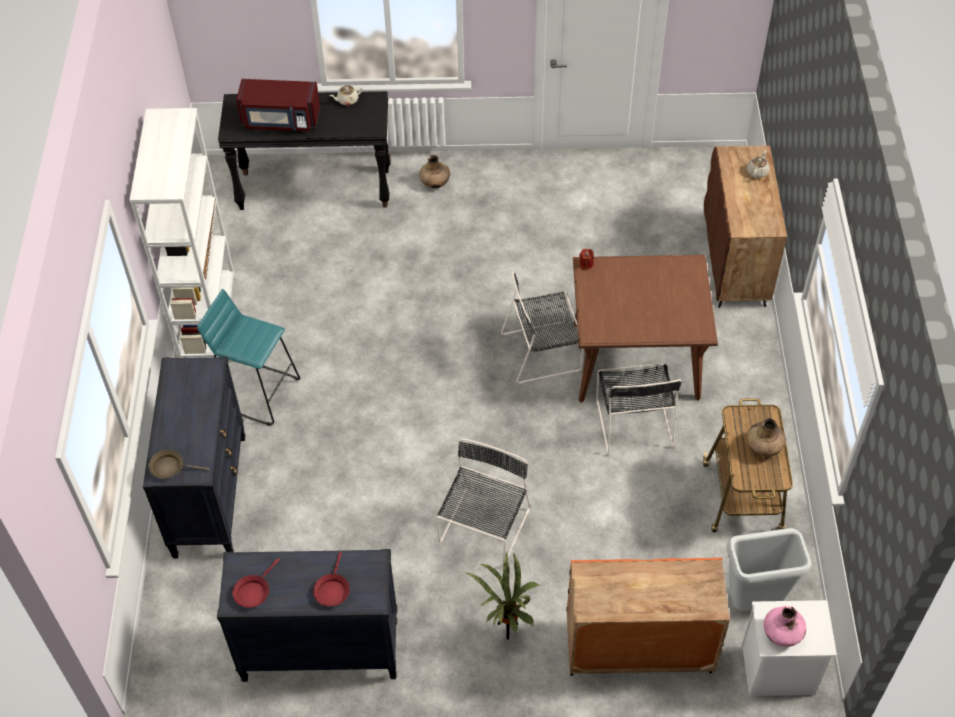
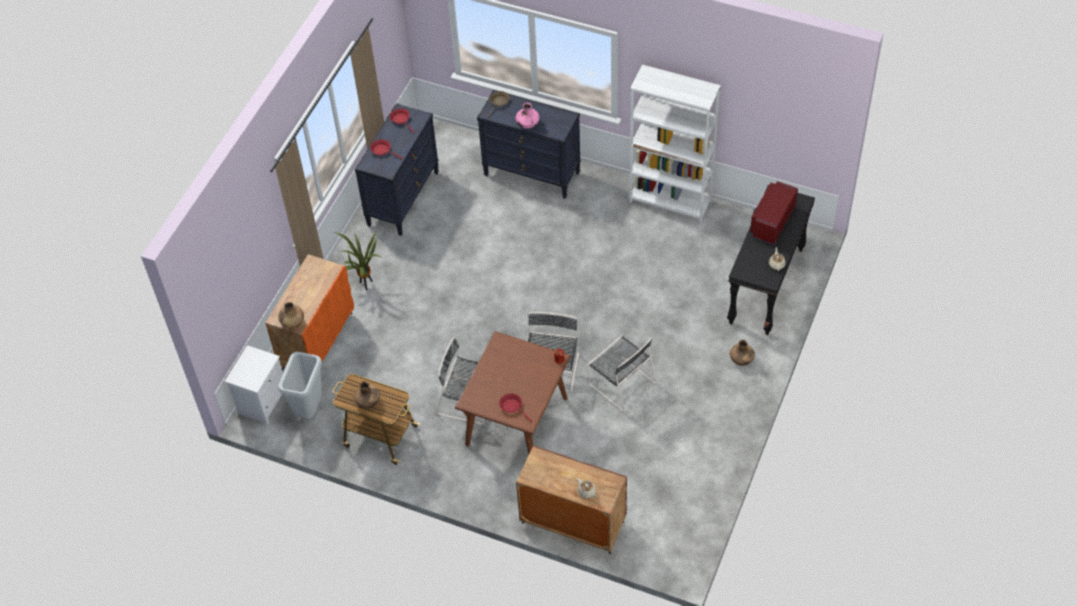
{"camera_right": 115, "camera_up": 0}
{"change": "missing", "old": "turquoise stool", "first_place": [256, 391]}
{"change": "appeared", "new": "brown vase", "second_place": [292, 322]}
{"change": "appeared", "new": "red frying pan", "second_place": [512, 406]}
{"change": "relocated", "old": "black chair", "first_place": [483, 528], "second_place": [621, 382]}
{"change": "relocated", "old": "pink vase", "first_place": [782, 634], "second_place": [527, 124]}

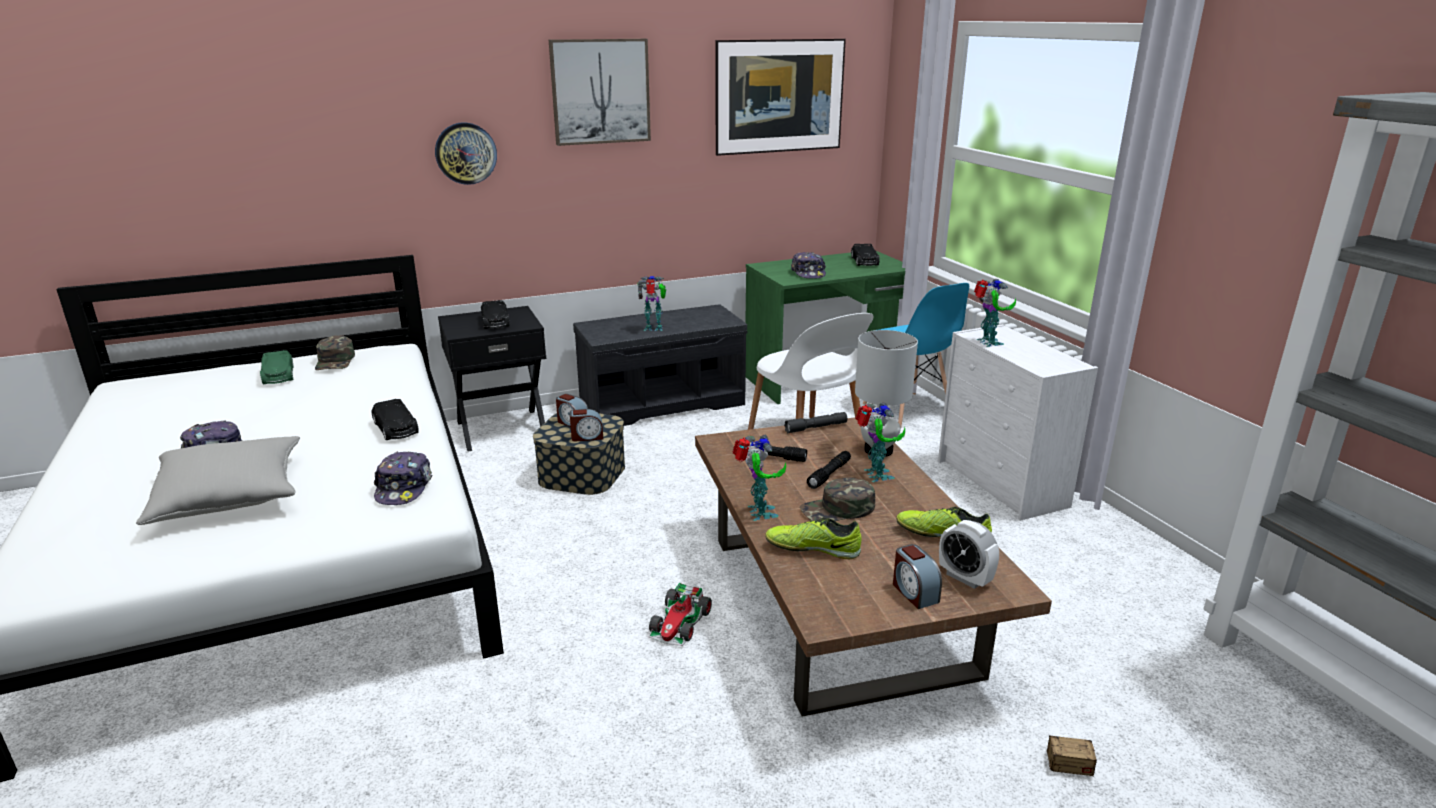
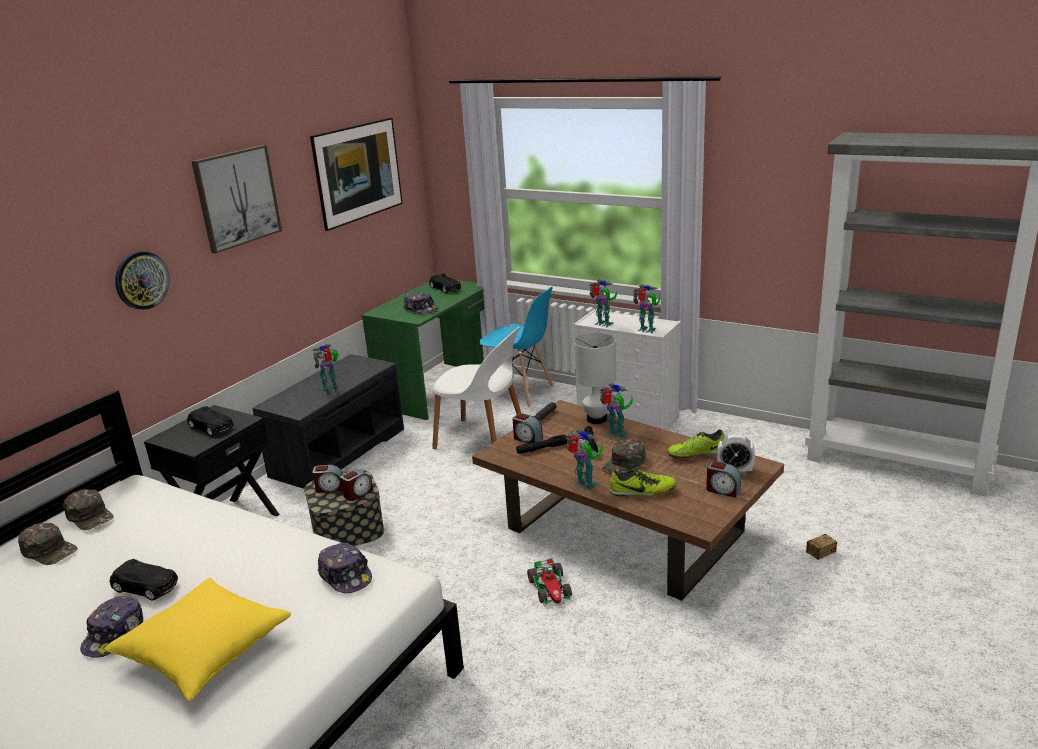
{"camera_right": -35, "camera_up": 0}
{"change": "appeared", "new": "alarm clock", "second_place": [527, 439]}
{"change": "appeared", "new": "toy robot", "second_place": [647, 330]}
{"change": "relocated", "old": "black toy car", "first_place": [396, 428], "second_place": [146, 587]}
{"change": "exchanged", "old": "green toy car", "new": "green cap", "first_place": [278, 375], "second_place": [49, 550]}
{"change": "colour", "old": "grey pillow", "new": "yellow pillow", "first_place": [230, 496], "second_place": [204, 650]}
{"change": "spun", "old": "shoe", "first_place": [812, 548], "second_place": [643, 491], "degrees": -150}

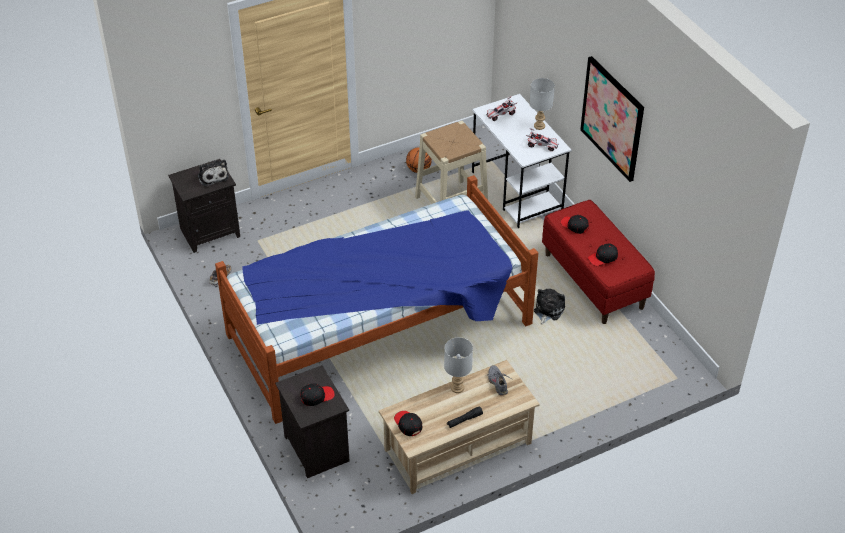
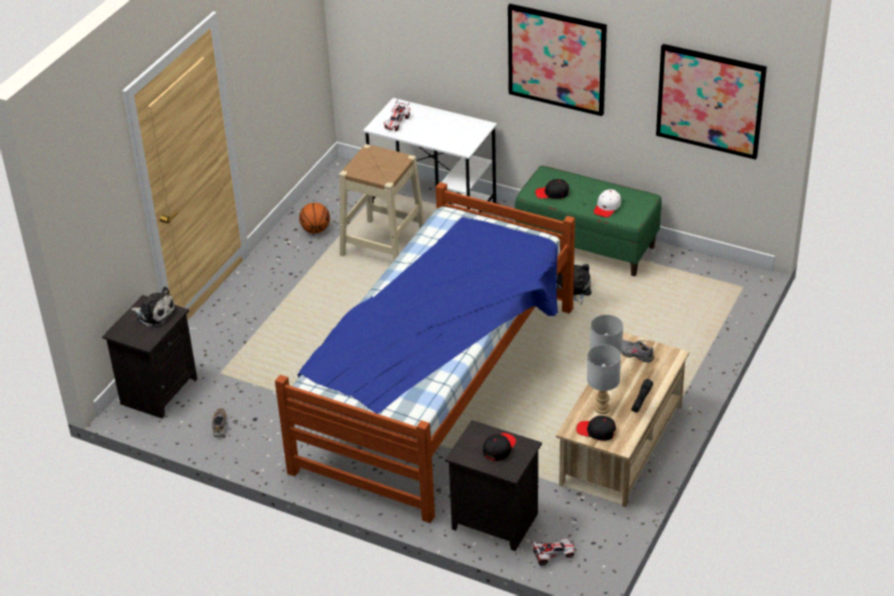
{"camera_right": -35, "camera_up": -5}
{"change": "appeared", "new": "picture", "second_place": [710, 100]}
{"change": "relocated", "old": "toy car", "first_place": [542, 145], "second_place": [553, 555]}
{"change": "relocated", "old": "grey table lamp", "first_place": [539, 126], "second_place": [602, 408]}
{"change": "colour", "old": "red bench", "new": "green bench", "first_place": [594, 281], "second_place": [587, 245]}
{"change": "colour", "old": "black cap", "new": "white cap", "first_place": [603, 258], "second_place": [607, 207]}

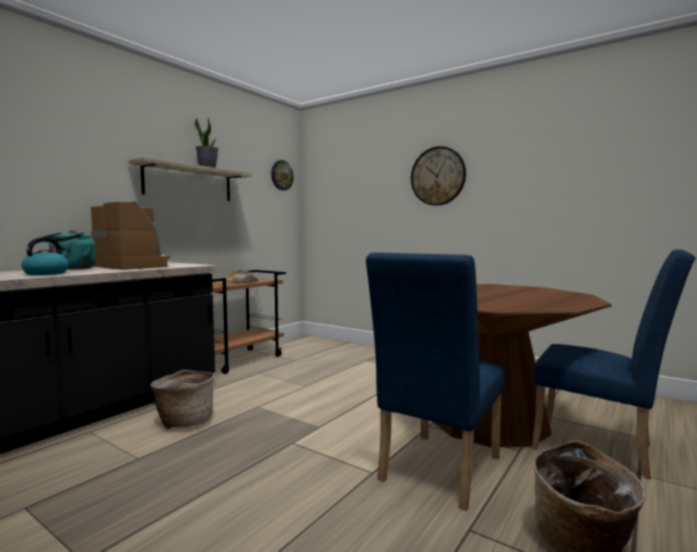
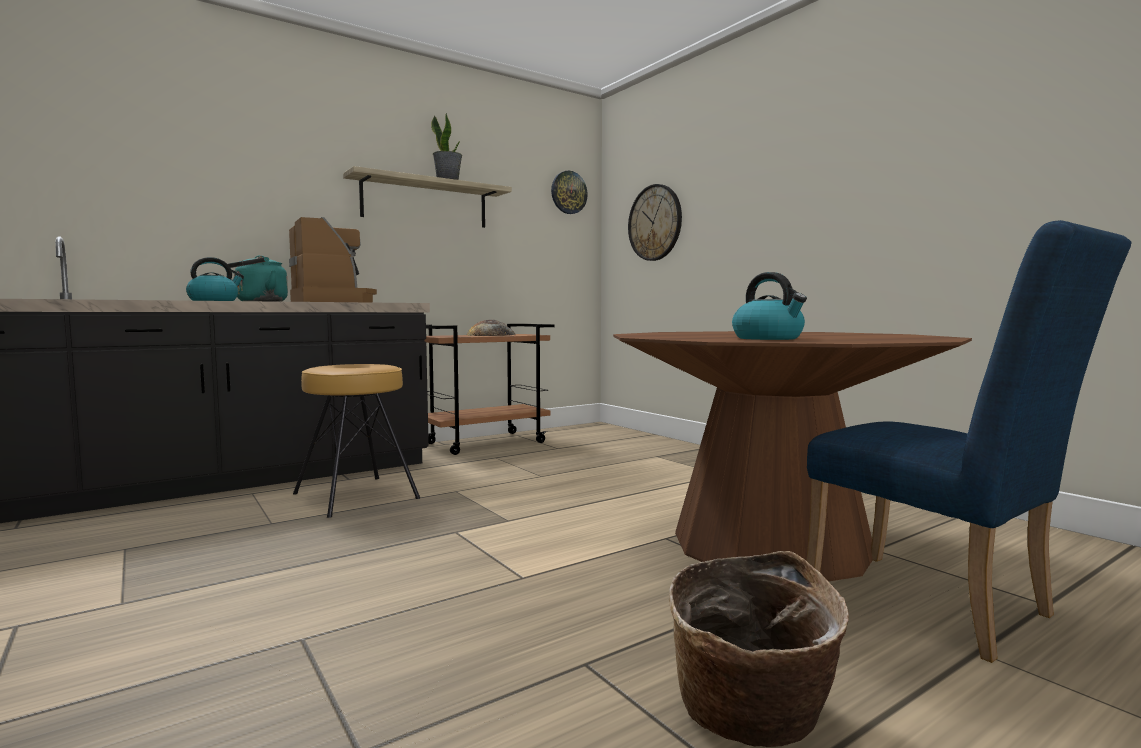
{"camera_right": 20, "camera_up": 0}
{"change": "missing", "old": "blue chair", "first_place": [435, 472]}
{"change": "appeared", "new": "kettle", "second_place": [768, 338]}
{"change": "relocated", "old": "wall clock", "first_place": [438, 176], "second_place": [655, 223]}
{"change": "exchanged", "old": "basket", "new": "brown stool", "first_place": [184, 421], "second_place": [356, 495]}

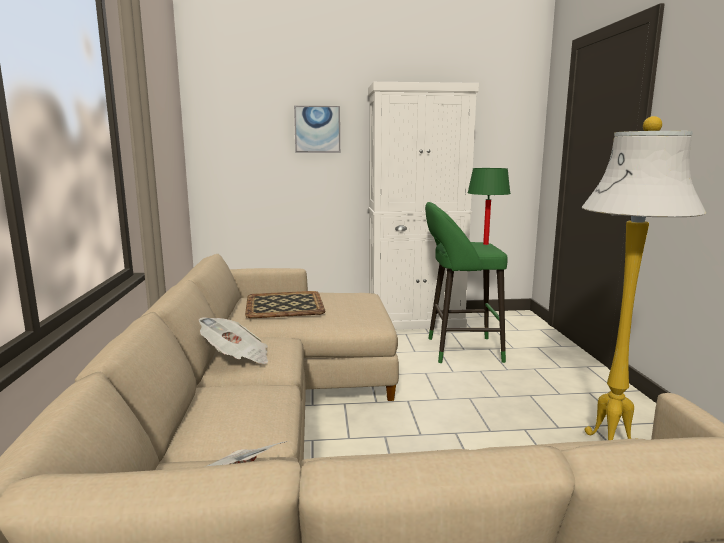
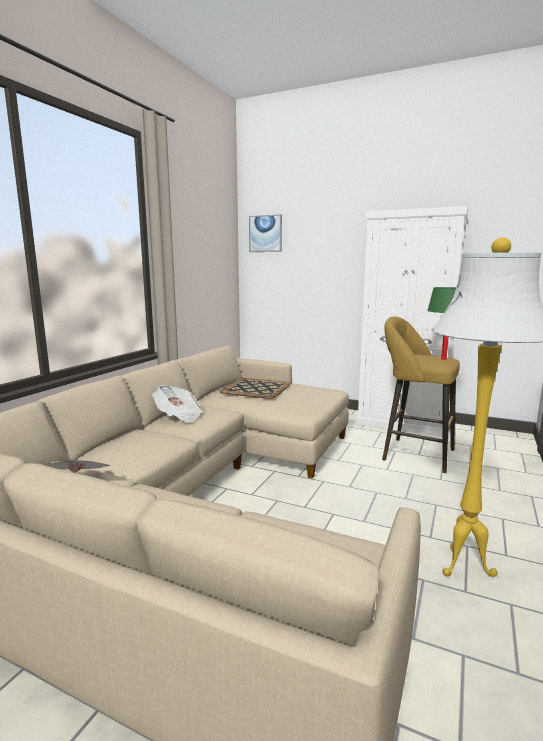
{"camera_right": 30, "camera_up": 0}
{"change": "relocated", "old": "picture", "first_place": [317, 129], "second_place": [265, 233]}
{"change": "colour", "old": "green stool", "new": "yellow stool", "first_place": [459, 350], "second_place": [413, 453]}

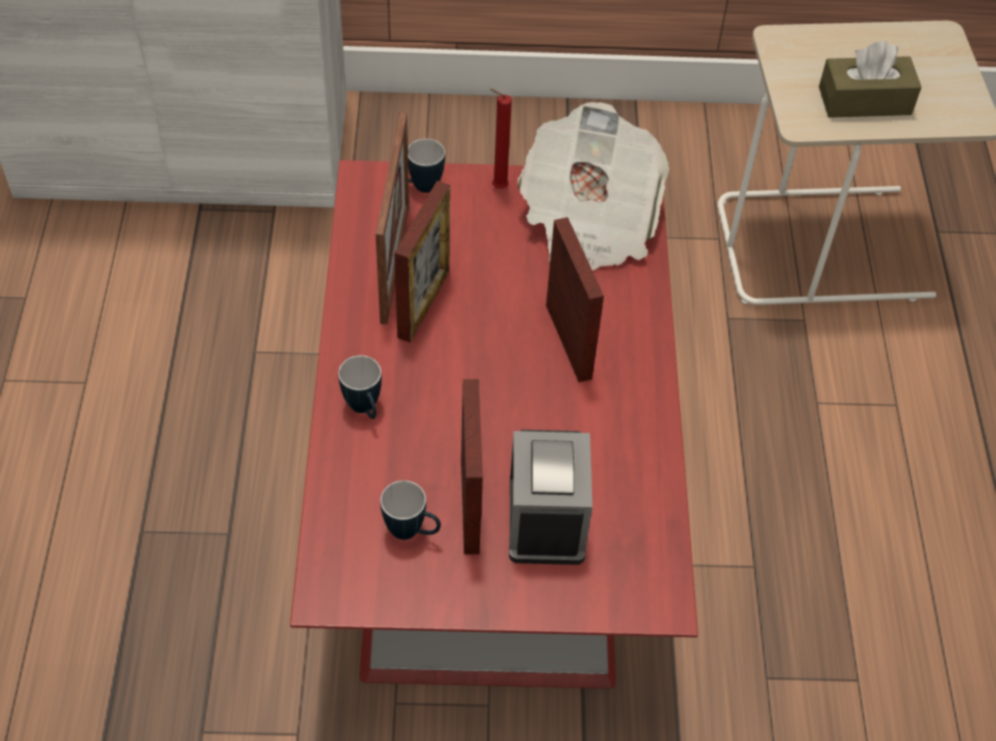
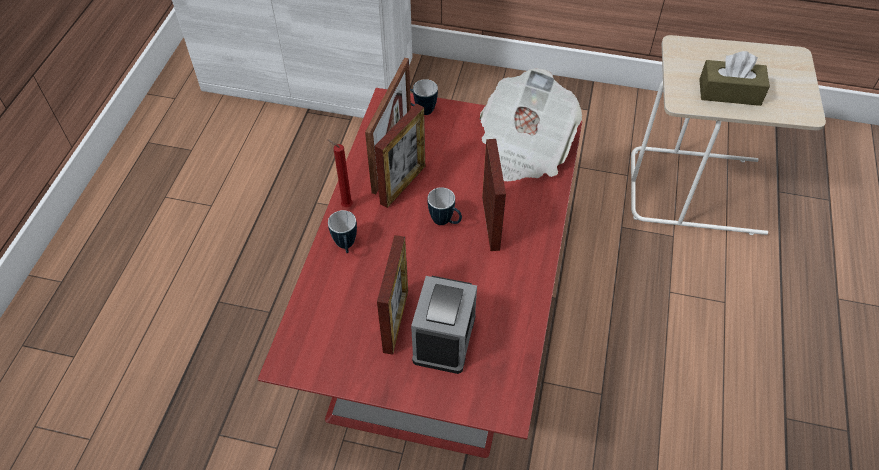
{"camera_right": 15, "camera_up": 0}
{"change": "relocated", "old": "mug", "first_place": [412, 532], "second_place": [445, 222]}
{"change": "relocated", "old": "red candle", "first_place": [497, 187], "second_place": [345, 205]}

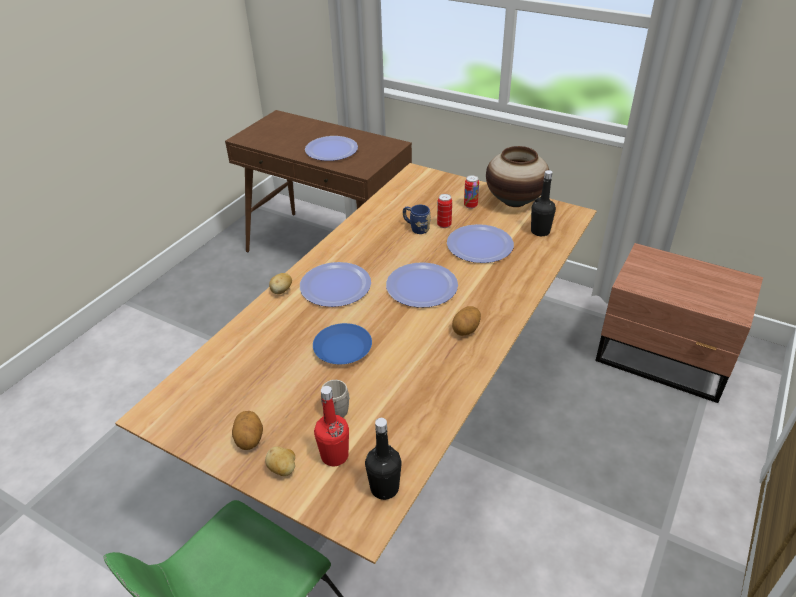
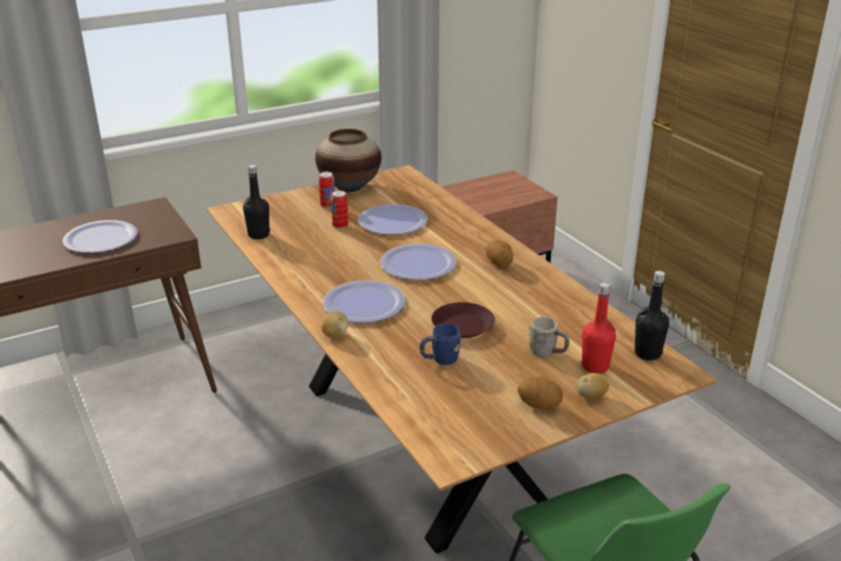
{"camera_right": -60, "camera_up": -10}
{"change": "relocated", "old": "blue mug", "first_place": [416, 228], "second_place": [440, 360]}
{"change": "relocated", "old": "black bottle", "first_place": [540, 231], "second_place": [258, 235]}
{"change": "colour", "old": "blue plate", "new": "brown plate", "first_place": [342, 349], "second_place": [462, 326]}

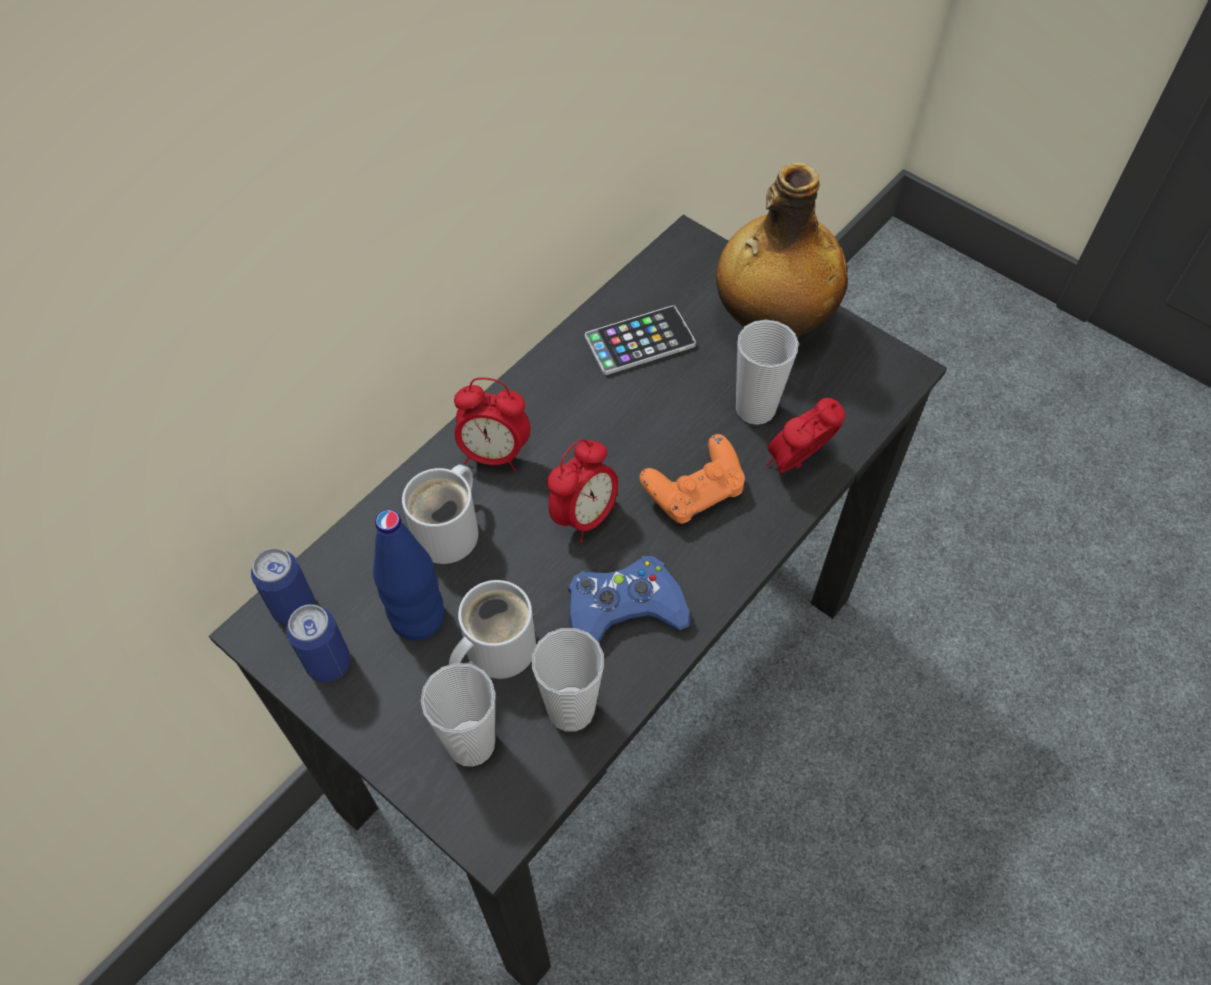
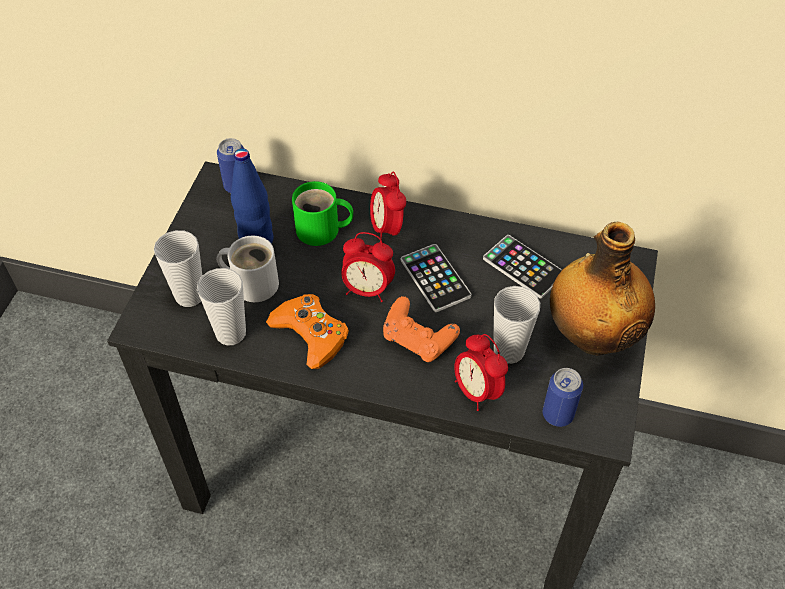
{"camera_right": 65, "camera_up": -5}
{"change": "appeared", "new": "phone", "second_place": [435, 278]}
{"change": "relocated", "old": "can", "first_place": [329, 663], "second_place": [557, 414]}
{"change": "colour", "old": "white mug", "new": "green mug", "first_place": [451, 530], "second_place": [321, 231]}
{"change": "colour", "old": "blue game controller", "new": "orange game controller", "first_place": [624, 609], "second_place": [311, 334]}
{"change": "spun", "old": "alarm clock", "first_place": [797, 463], "second_place": [477, 391], "degrees": -150}

